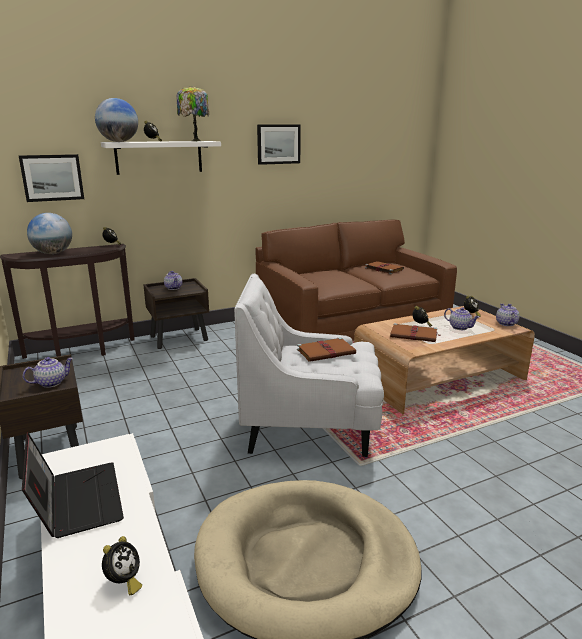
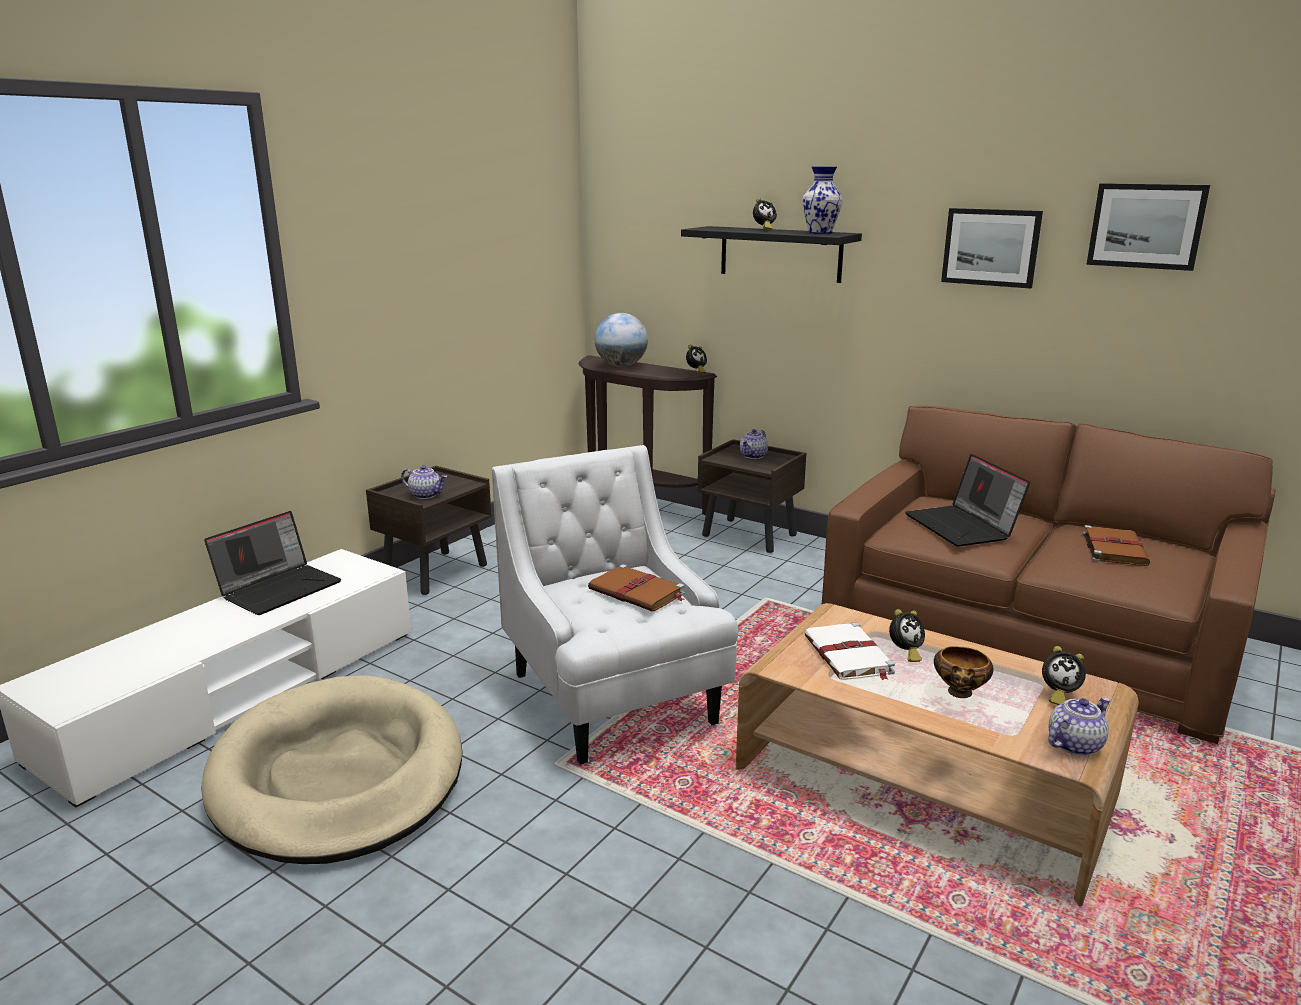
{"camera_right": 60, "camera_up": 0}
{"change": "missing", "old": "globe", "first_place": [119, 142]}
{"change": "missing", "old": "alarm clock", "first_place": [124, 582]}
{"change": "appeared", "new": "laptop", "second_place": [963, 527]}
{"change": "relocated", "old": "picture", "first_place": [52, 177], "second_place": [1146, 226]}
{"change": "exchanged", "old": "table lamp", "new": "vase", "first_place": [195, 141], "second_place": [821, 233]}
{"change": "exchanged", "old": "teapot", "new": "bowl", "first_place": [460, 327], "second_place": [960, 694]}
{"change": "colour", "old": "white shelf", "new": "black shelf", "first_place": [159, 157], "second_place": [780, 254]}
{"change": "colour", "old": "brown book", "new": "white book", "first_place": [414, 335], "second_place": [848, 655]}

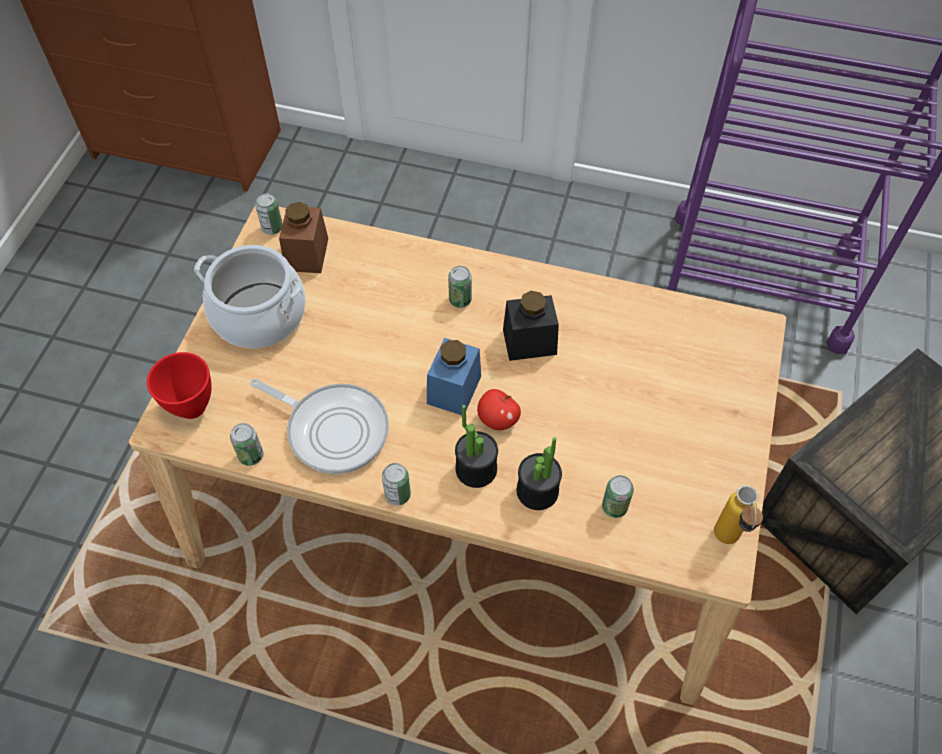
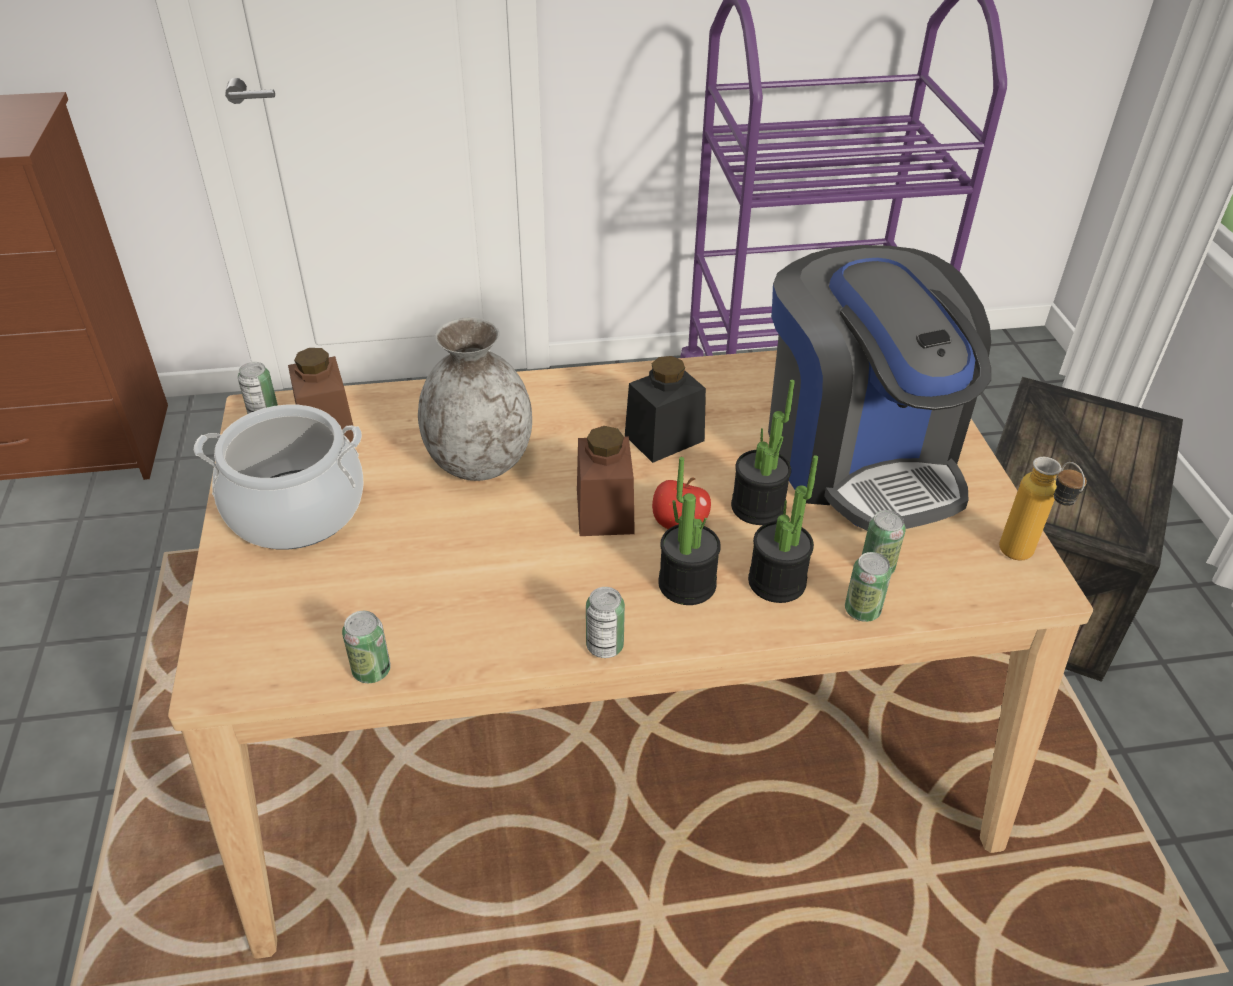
{"camera_right": -25, "camera_up": -15}
{"change": "missing", "old": "red bowl", "first_place": [193, 407]}
{"change": "missing", "old": "frying pan", "first_place": [333, 429]}
{"change": "appeared", "new": "grey vase", "second_place": [478, 462]}
{"change": "appeared", "new": "potted plant", "second_place": [757, 507]}
{"change": "appeared", "new": "coffee machine", "second_place": [860, 456]}
{"change": "relocated", "old": "can", "first_place": [460, 300], "second_place": [862, 610]}
{"change": "colour", "old": "blue jar", "new": "brown jar", "first_place": [454, 390], "second_place": [605, 511]}

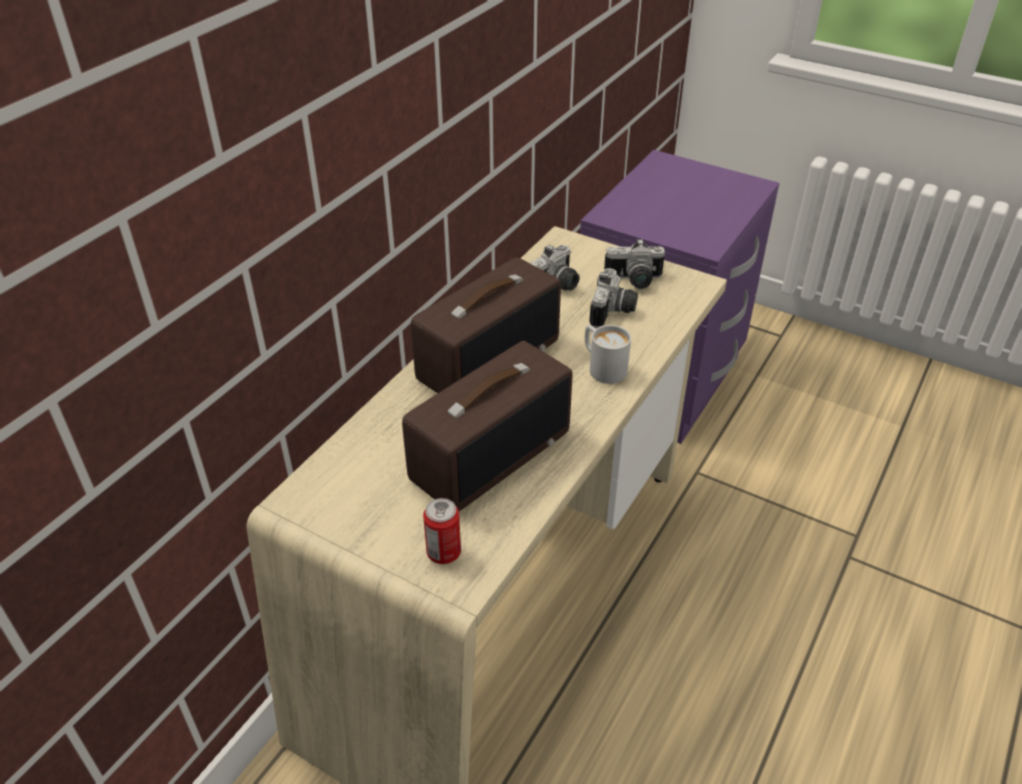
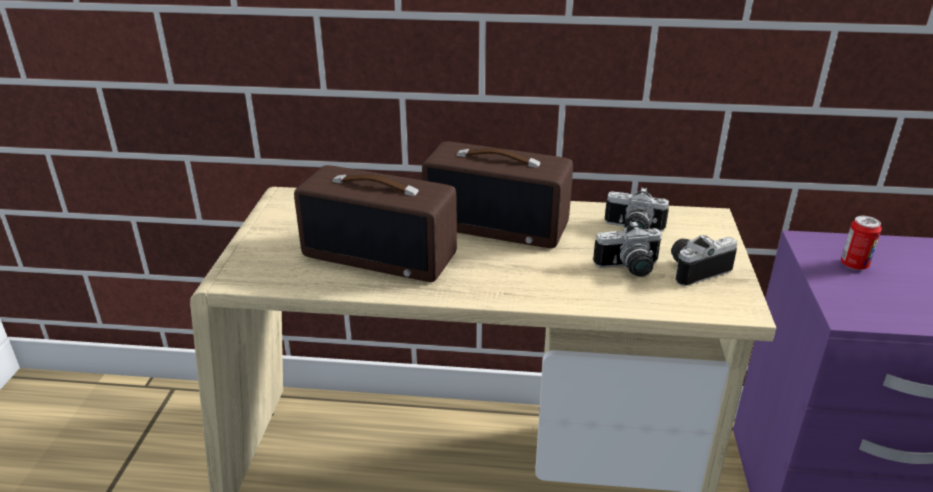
{"camera_right": 65, "camera_up": -10}
{"change": "missing", "old": "white mug", "first_place": [602, 367]}
{"change": "relocated", "old": "can", "first_place": [444, 553], "second_place": [854, 265]}
{"change": "spun", "old": "photo camera", "first_place": [634, 281], "second_place": [694, 269], "degrees": 90}

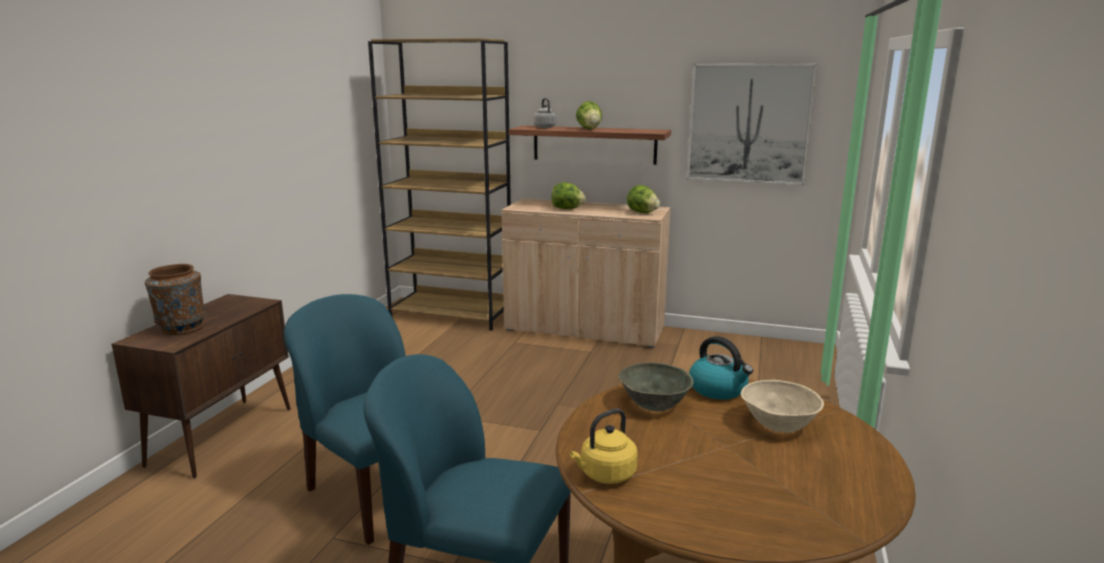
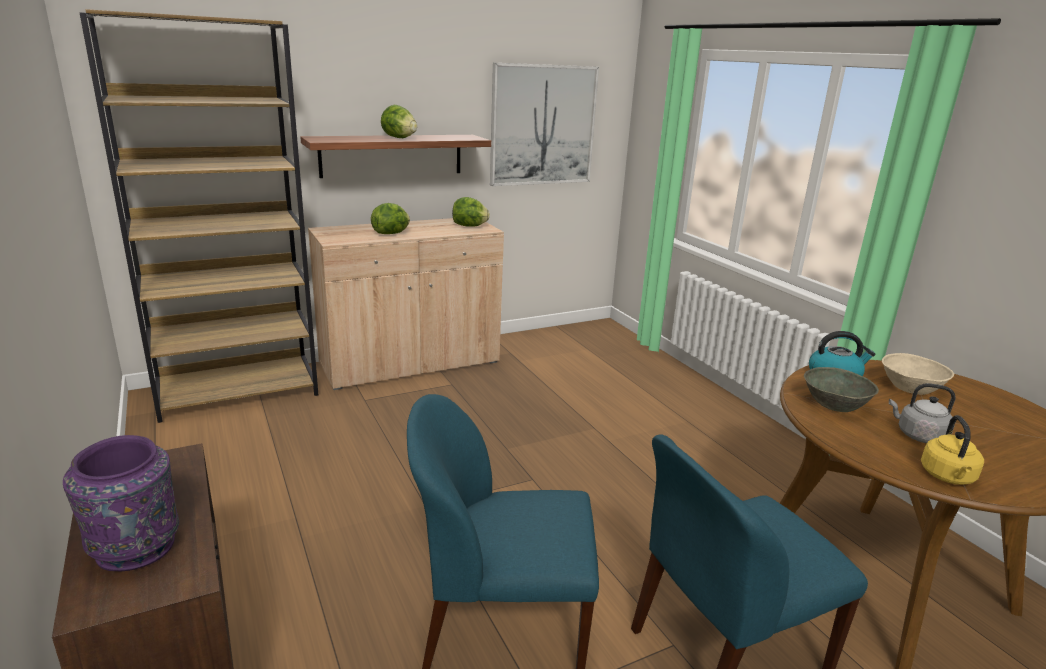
{"camera_right": -45, "camera_up": 5}
{"change": "relocated", "old": "grey kettle", "first_place": [544, 127], "second_place": [918, 436]}
{"change": "colour", "old": "brown vase", "new": "purple vase", "first_place": [181, 328], "second_place": [136, 549]}

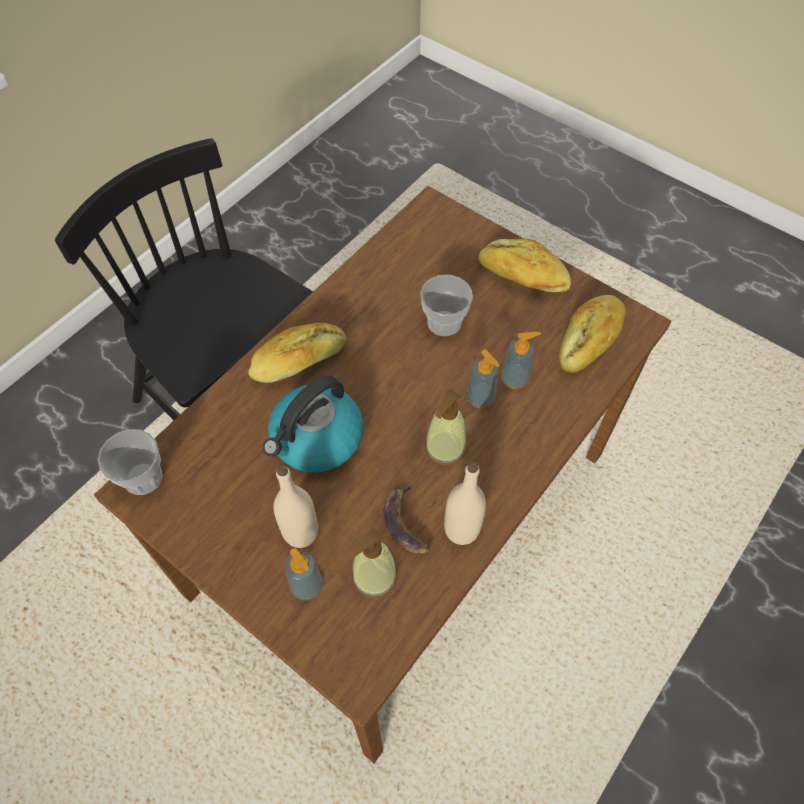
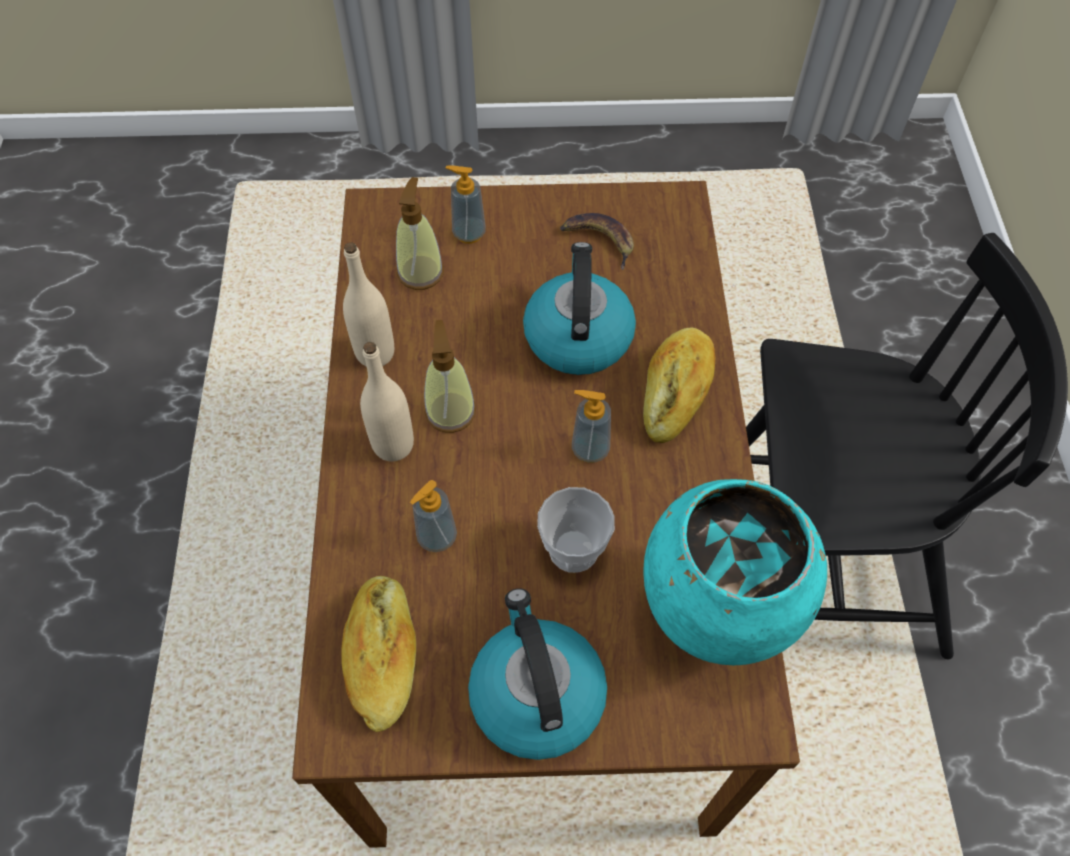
{"camera_right": 140, "camera_up": 0}
{"change": "missing", "old": "cup", "first_place": [143, 477]}
{"change": "appeared", "new": "turquoise vase", "second_place": [713, 612]}
{"change": "relocated", "old": "beige bottle", "first_place": [301, 532], "second_place": [393, 445]}
{"change": "relocated", "old": "banana", "first_place": [406, 523], "second_place": [598, 240]}
{"change": "relocated", "old": "soap dispenser", "first_place": [480, 398], "second_place": [590, 449]}
{"change": "exchanged", "old": "bread", "new": "kettle", "first_place": [522, 277], "second_place": [535, 694]}

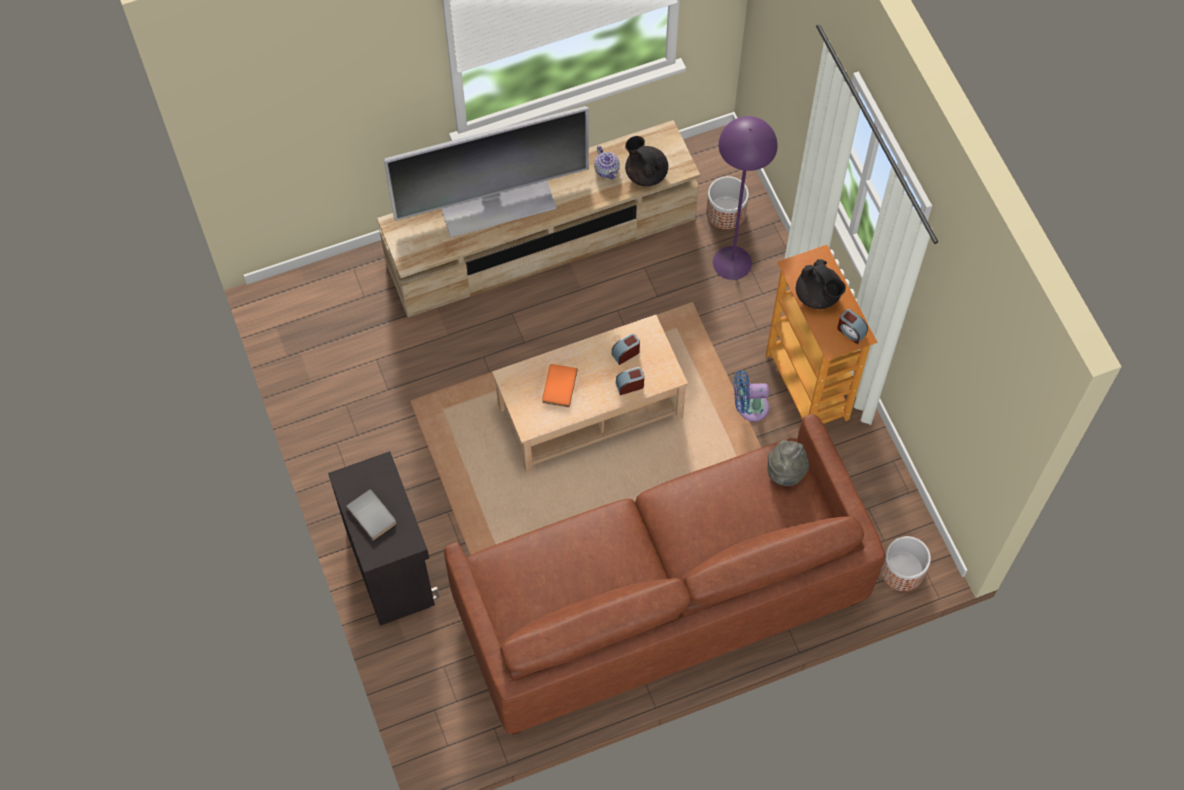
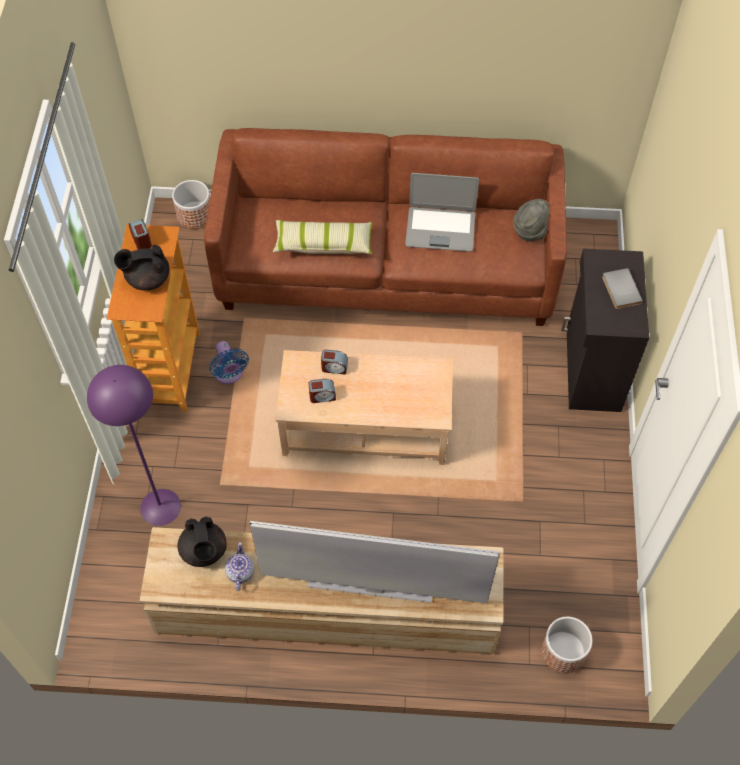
{"camera_right": -155, "camera_up": -5}
{"change": "missing", "old": "orange book", "first_place": [558, 386]}
{"change": "appeared", "new": "pillow", "second_place": [323, 244]}
{"change": "appeared", "new": "laptop", "second_place": [440, 229]}
{"change": "relocated", "old": "planter", "first_place": [726, 212], "second_place": [562, 651]}
{"change": "relocated", "old": "grey hat", "first_place": [785, 472], "second_place": [531, 230]}
{"change": "spun", "old": "blue fan", "first_place": [749, 407], "second_place": [229, 374], "degrees": 45}
{"change": "spun", "old": "black teapot", "first_place": [818, 296], "second_place": [147, 278], "degrees": -90}

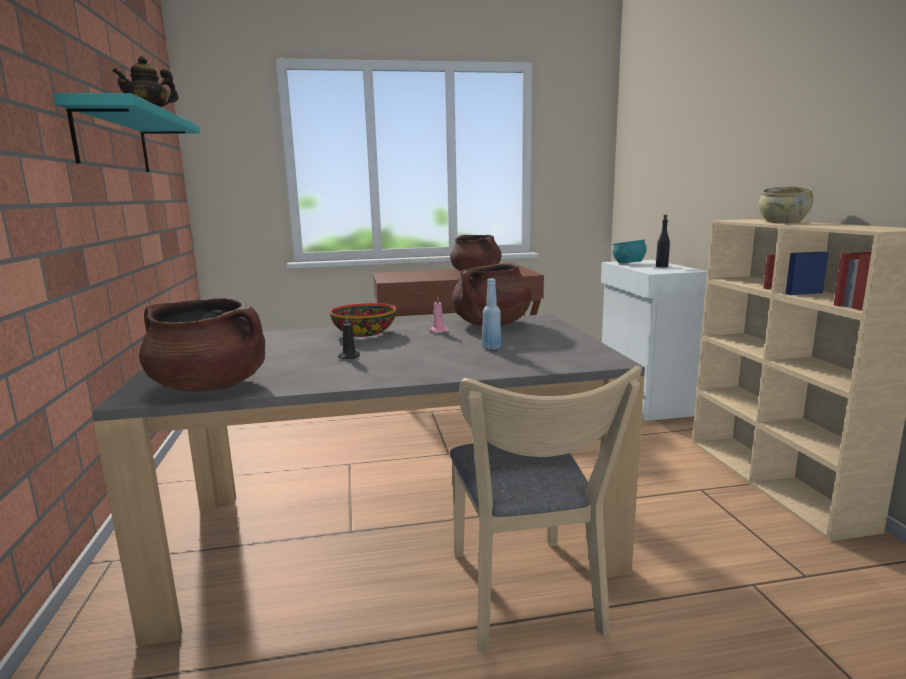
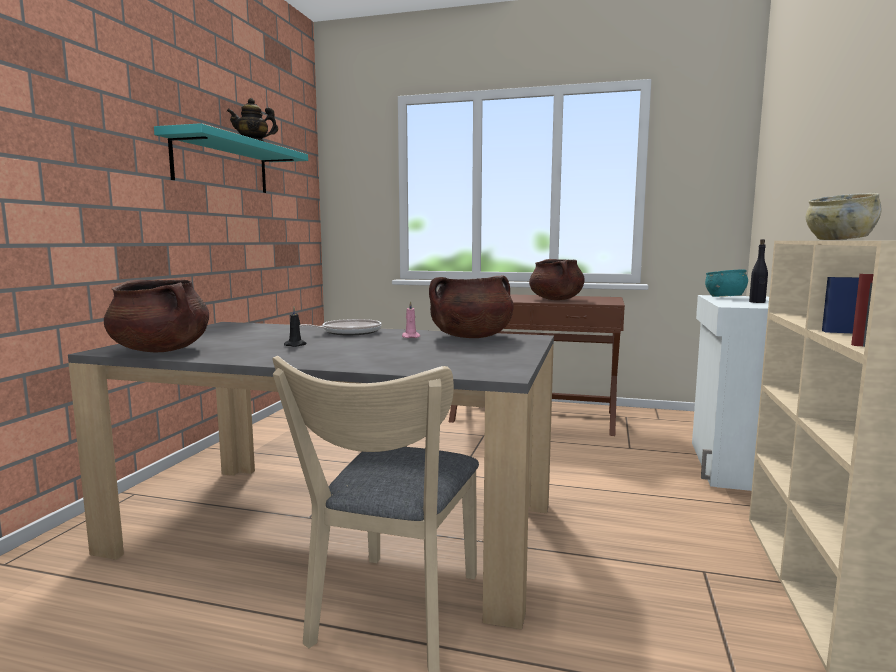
{"camera_right": 25, "camera_up": -5}
{"change": "missing", "old": "blue bottle", "first_place": [491, 347]}
{"change": "exchanged", "old": "bowl", "new": "frying pan", "first_place": [364, 333], "second_place": [348, 332]}

